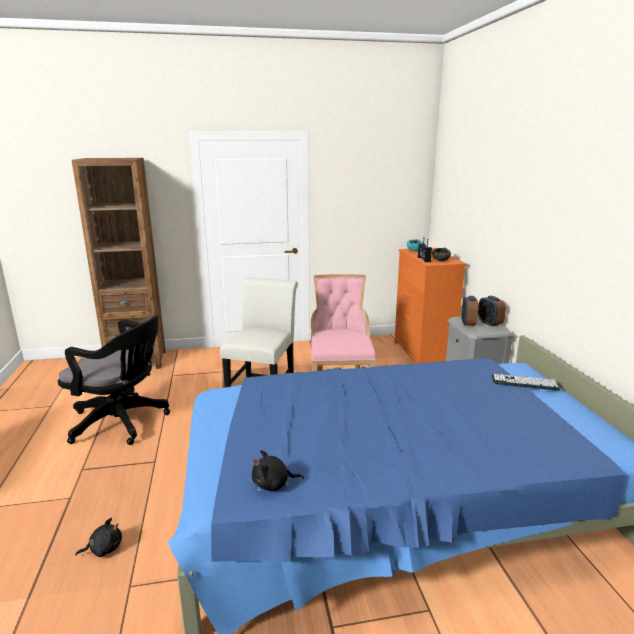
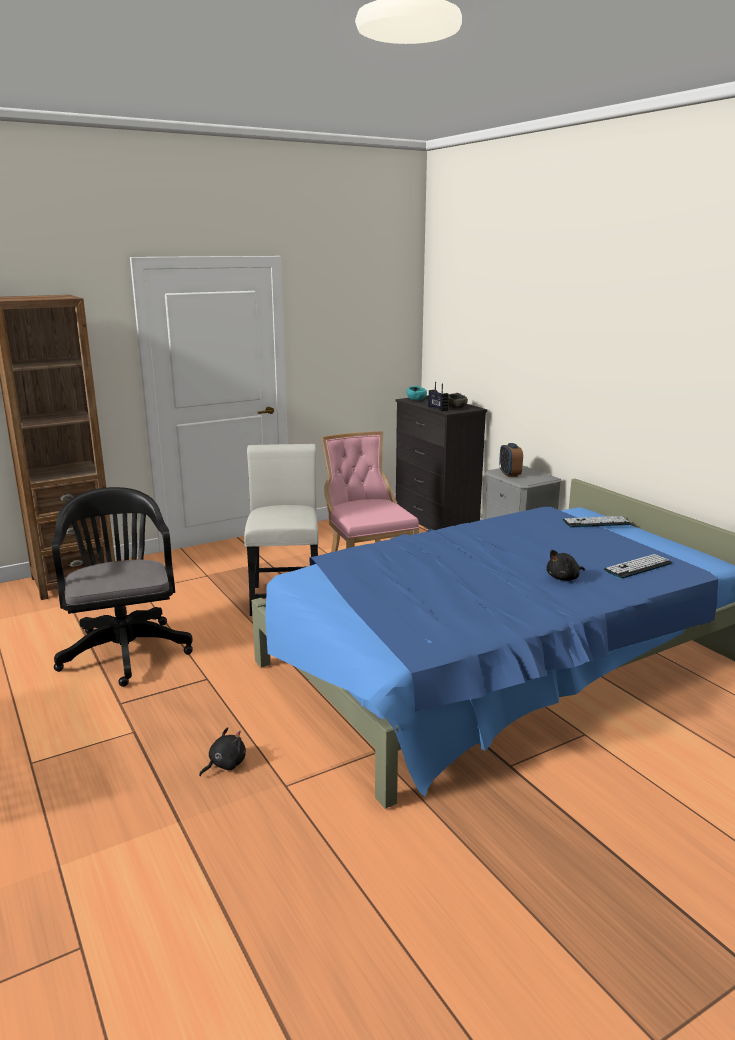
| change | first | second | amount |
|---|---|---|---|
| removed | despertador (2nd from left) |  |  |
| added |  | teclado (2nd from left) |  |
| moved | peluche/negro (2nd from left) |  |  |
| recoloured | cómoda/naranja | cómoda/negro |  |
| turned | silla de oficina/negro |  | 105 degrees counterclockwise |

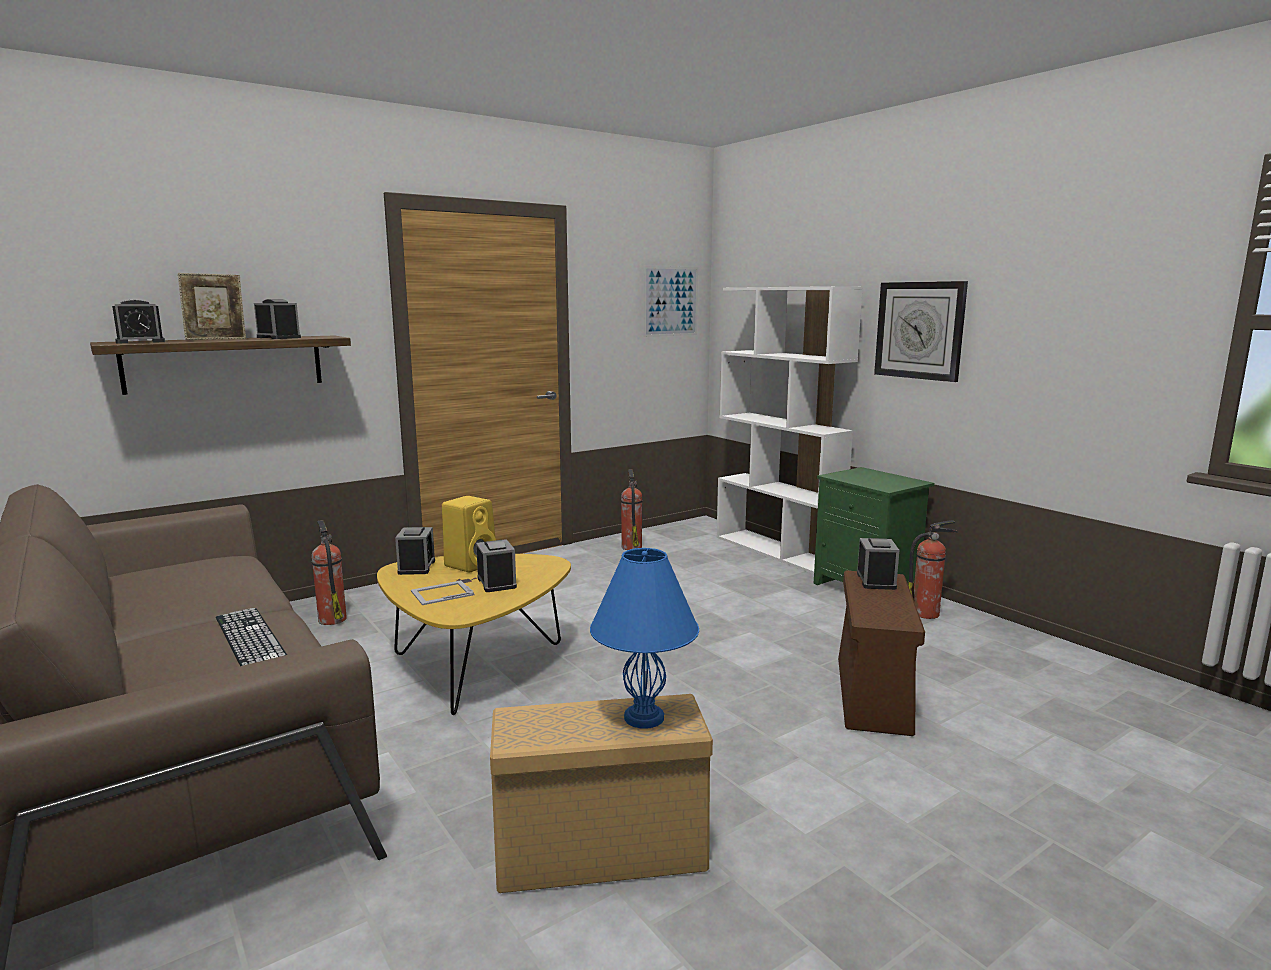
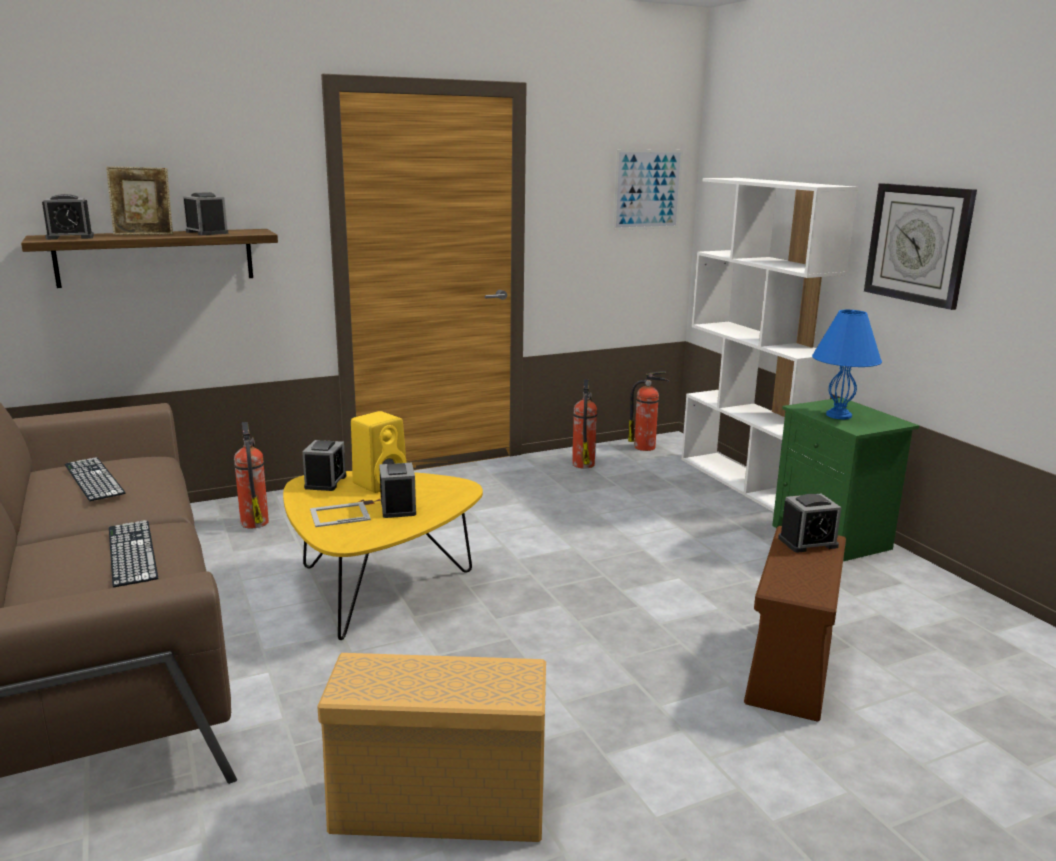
| change | first | second | amount |
|---|---|---|---|
| added |  | teclado (1st from left) |  |
| moved | lámpara de mesa/azul |  |  |
| moved | extintor (3rd from left) |  |  |
| turned | despertador (5th from left) |  | 60 degrees clockwise |

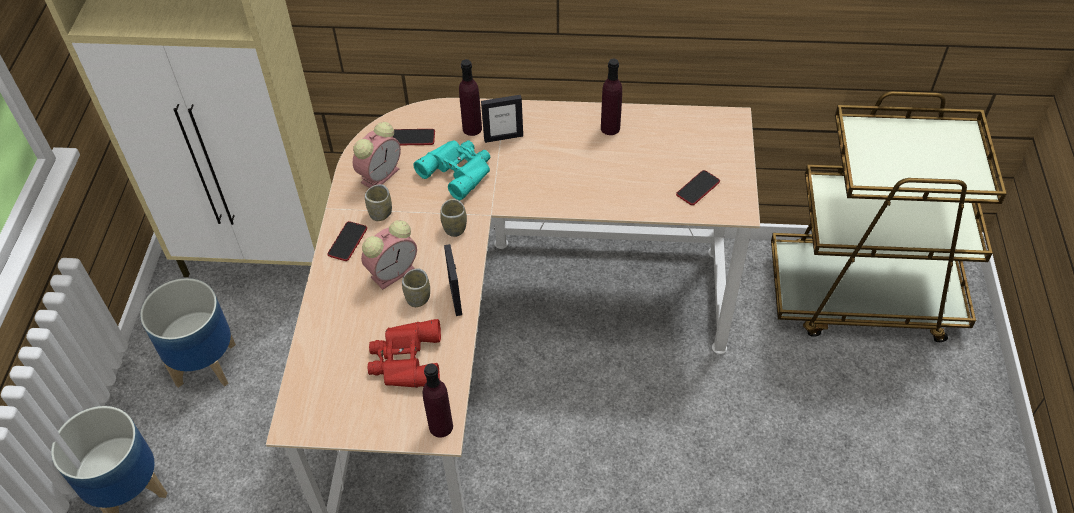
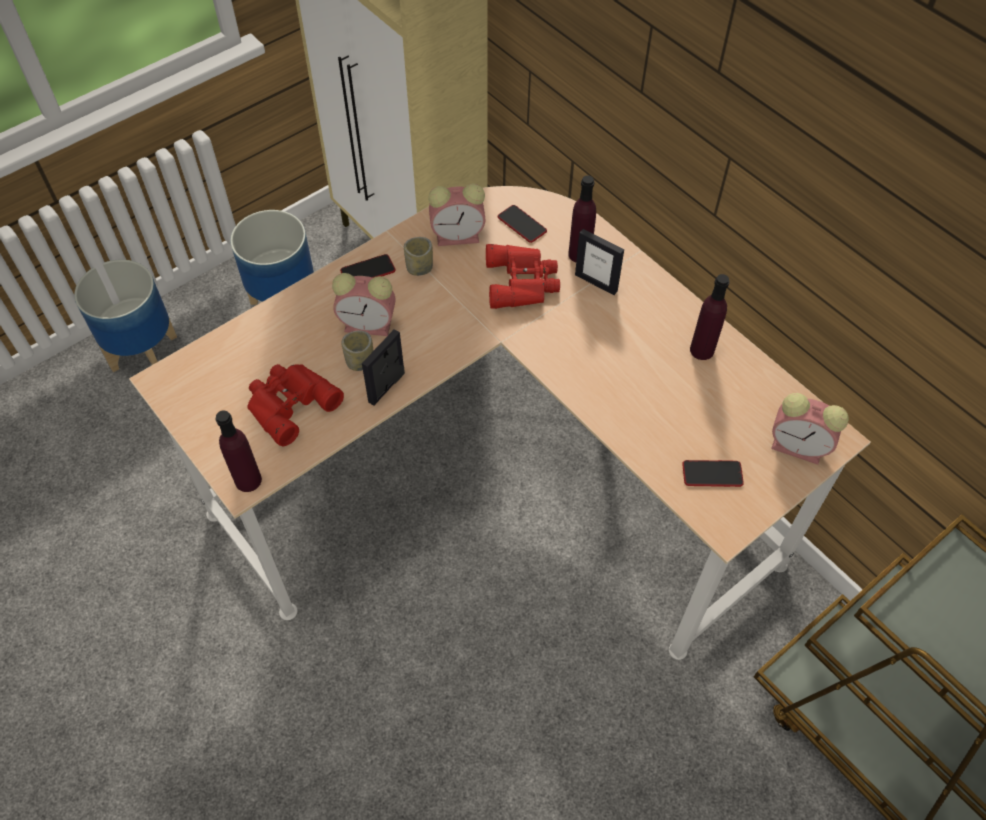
| change | first | second | amount |
|---|---|---|---|
| removed | taza (3rd from left) |  |  |
| added |  | despertador (3rd from left) |  |
| recoloured | prismáticos/turquesa | prismáticos/rojo (2nd from left) |  |

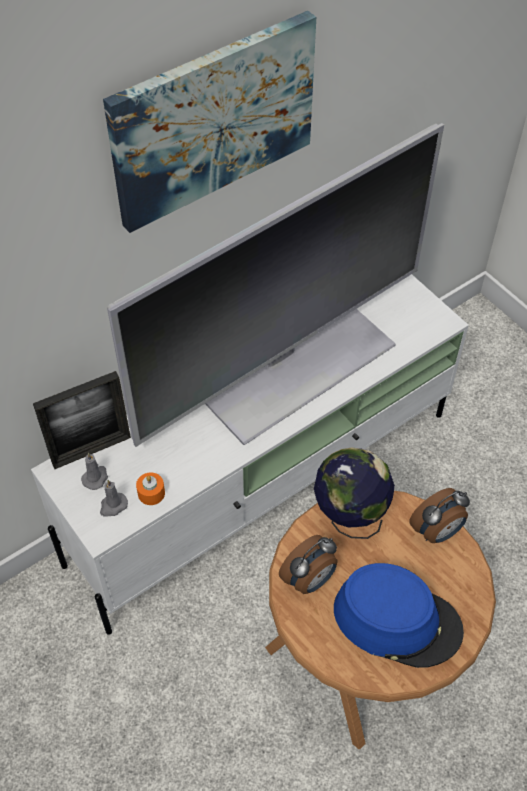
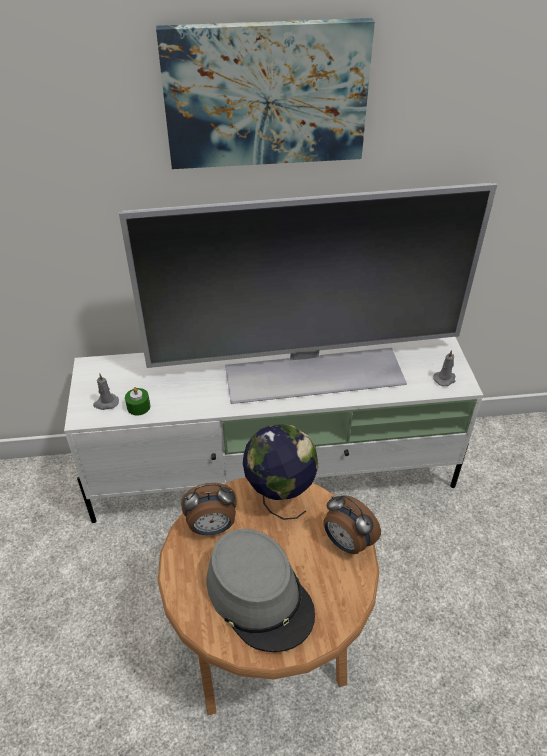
| change | first | second | amount |
|---|---|---|---|
| removed | portarretratos |  |  |
| moved | vela/gris (1st from left in the first image) | vela/gris (2nd from left) |  |
| recoloured | vela/naranja | vela/verde |  |
| recoloured | sombrero/azul | sombrero/gris |  |
| turned | despertador (2nd from left) |  | 45 degrees clockwise |

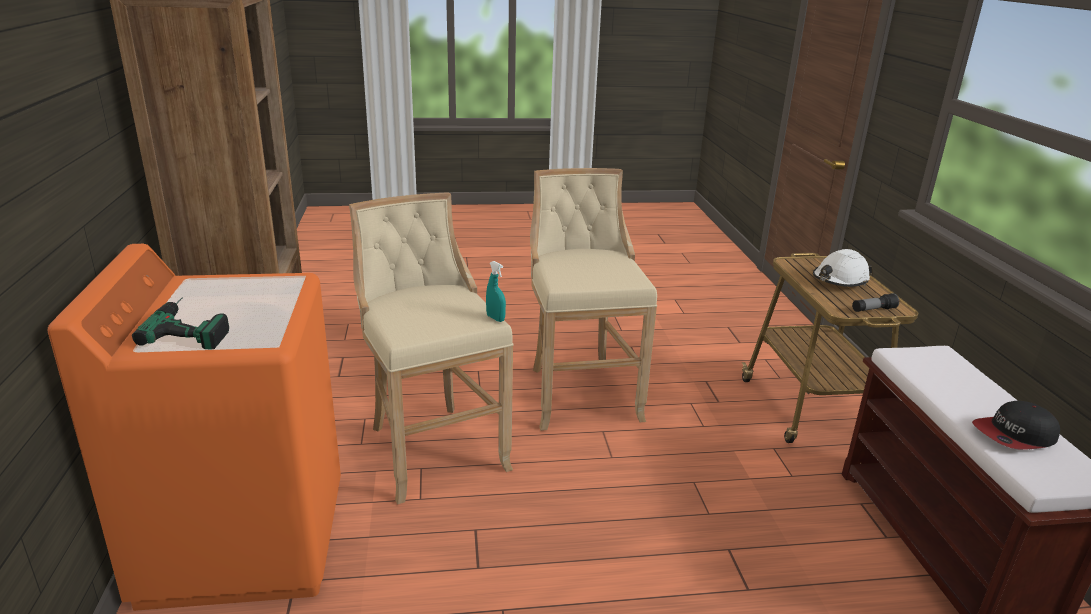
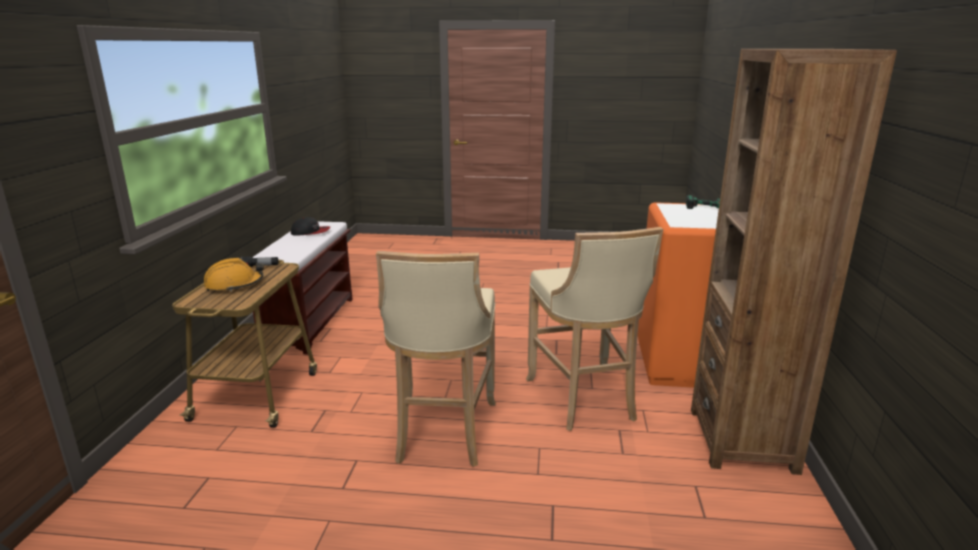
| change | first | second | amount |
|---|---|---|---|
| removed | pulverizador/turquesa |  |  |
| recoloured | casco/blanco | casco/naranja |  |

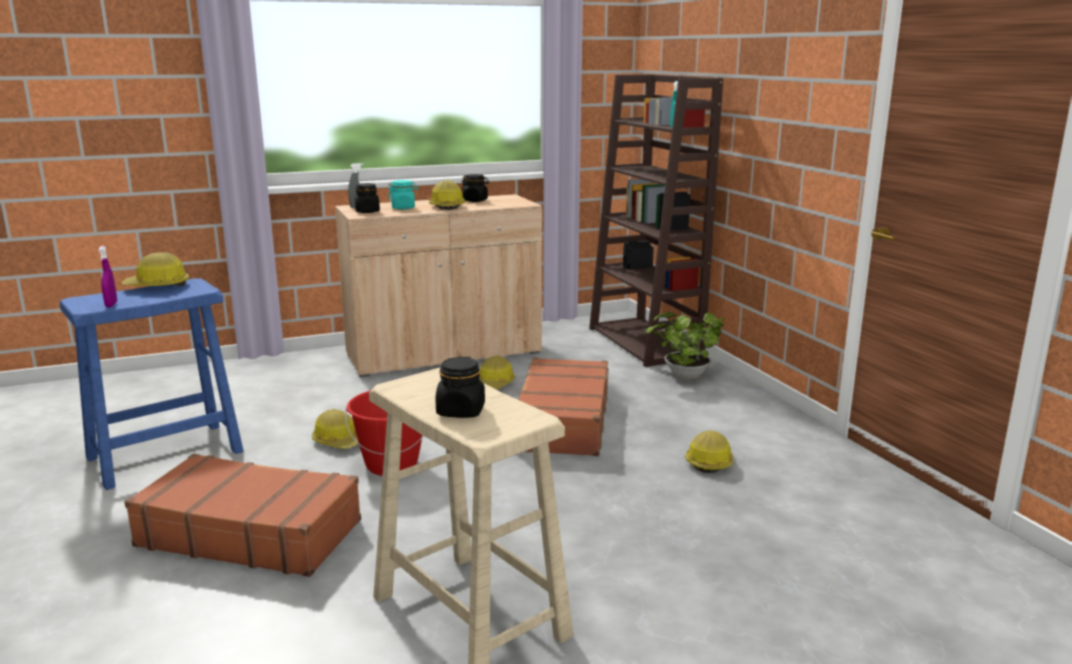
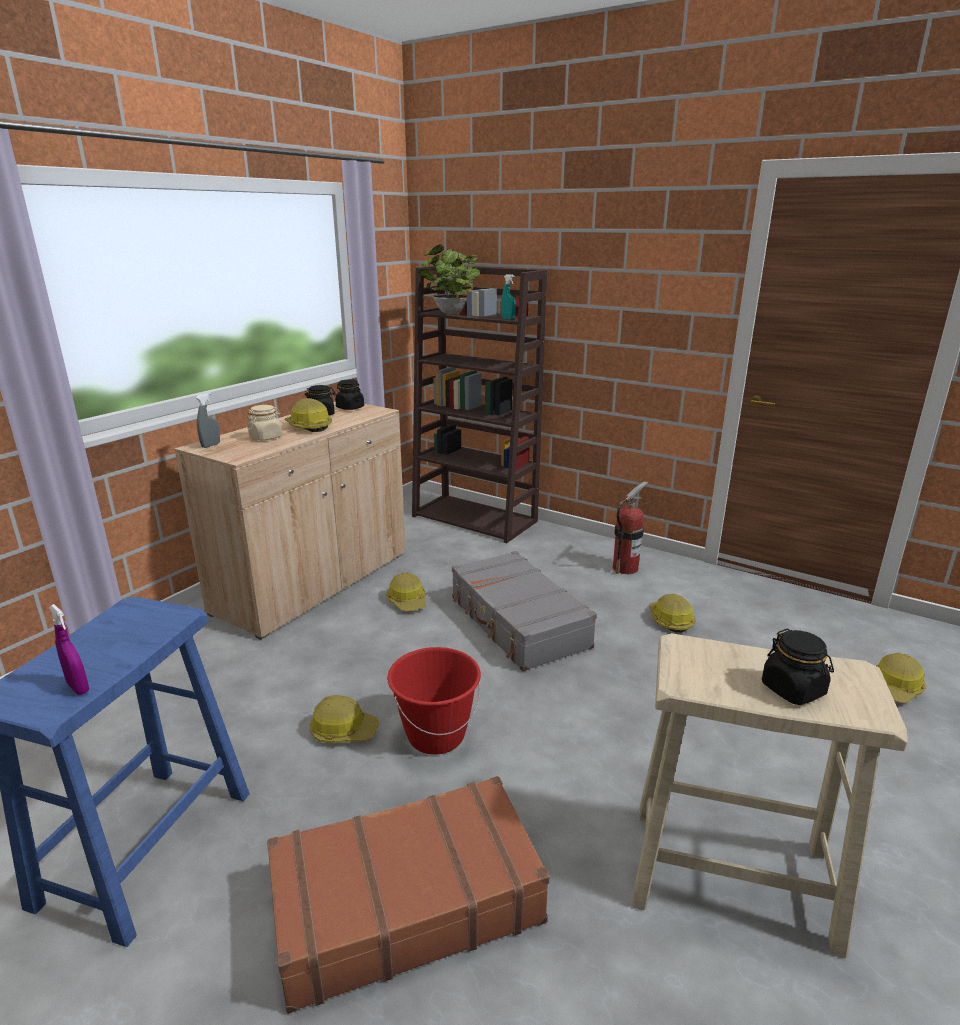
| change | first | second | amount |
|---|---|---|---|
| added |  | extintor |  |
| moved | casco (1st from left in the first image) | casco (5th from left) |  |
| moved | tarro/negro (1st from left in the first image) | tarro/negro (2nd from left) |  |
| moved | planta en maceta |  |  |
| recoloured | tarro/turquesa | tarro/beis |  |
| recoloured | maleta/marrón (2nd from left) | maleta/gris |  |

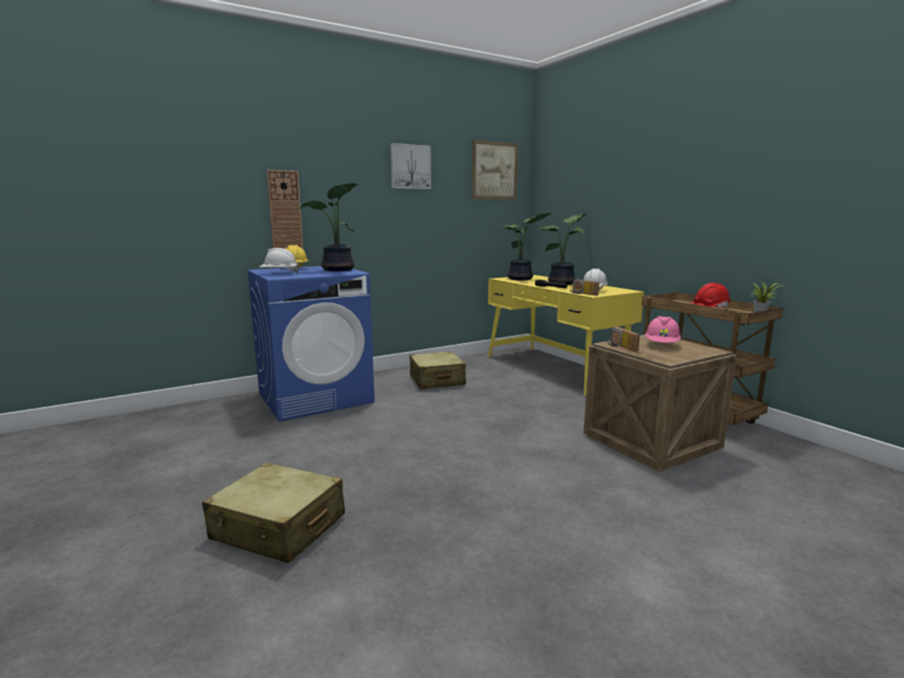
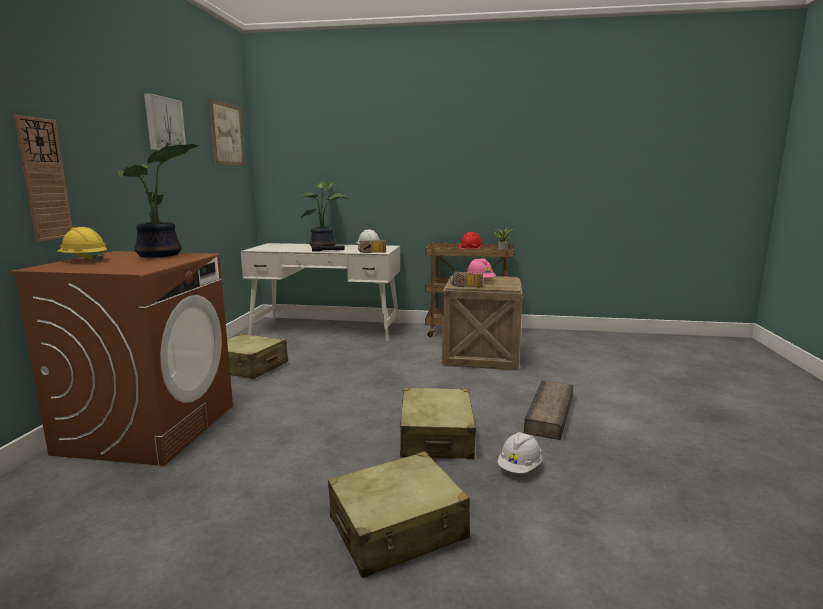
| change | first | second | amount |
|---|---|---|---|
| removed | planta en maceta (2nd from left) |  |  |
| added |  | maleta/beis (3rd from left) |  |
| added |  | caja de embalaje (2nd from left) |  |
| moved | casco/blanco (1st from left in the first image) | casco/blanco (2nd from left) |  |
| recoloured | lavadora/azul | lavadora/marrón |  |
| recoloured | escritorio/amarillo | escritorio/blanco |  |

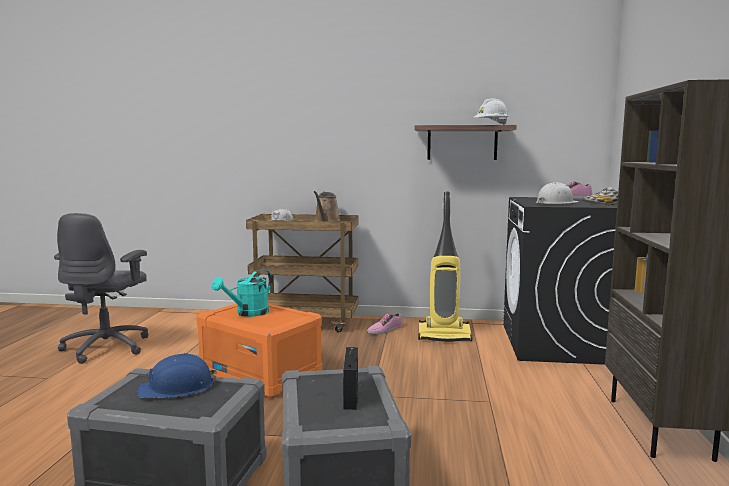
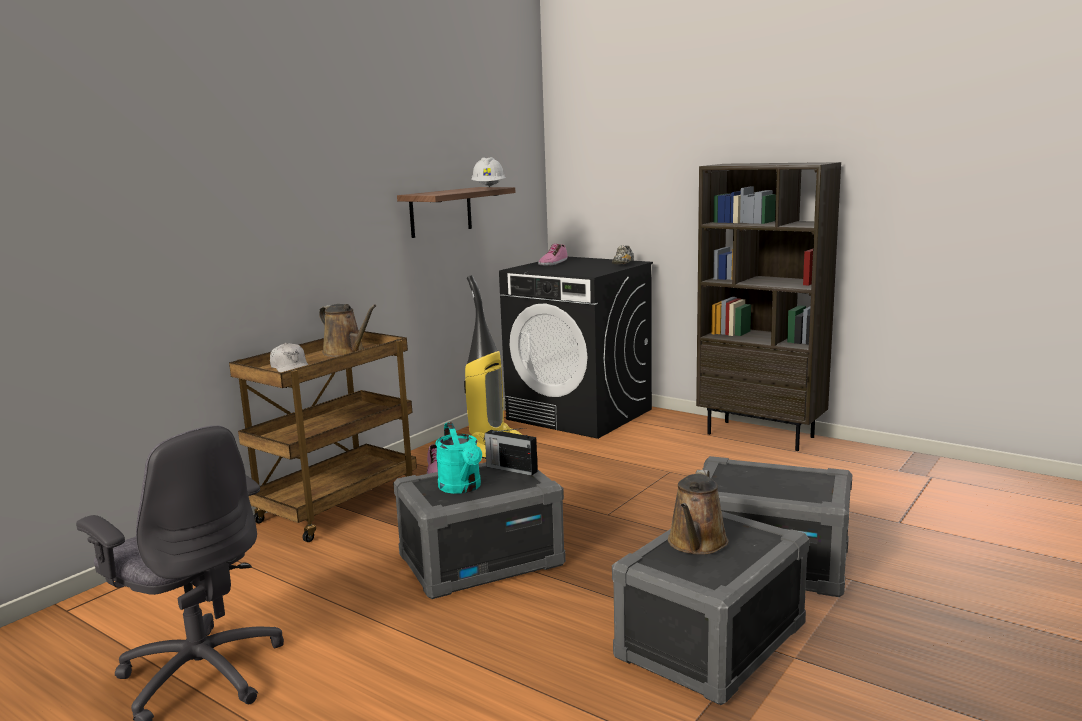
| change | first | second | amount |
|---|---|---|---|
| removed | casco/blanco (2nd from left) |  |  |
| moved | radio |  |  |
| replaced | casco/azul | regadera/marrón (2nd from left) |  |
| recoloured | caja de almacenaje/naranja | caja de almacenaje/gris (1st from left) |  |

